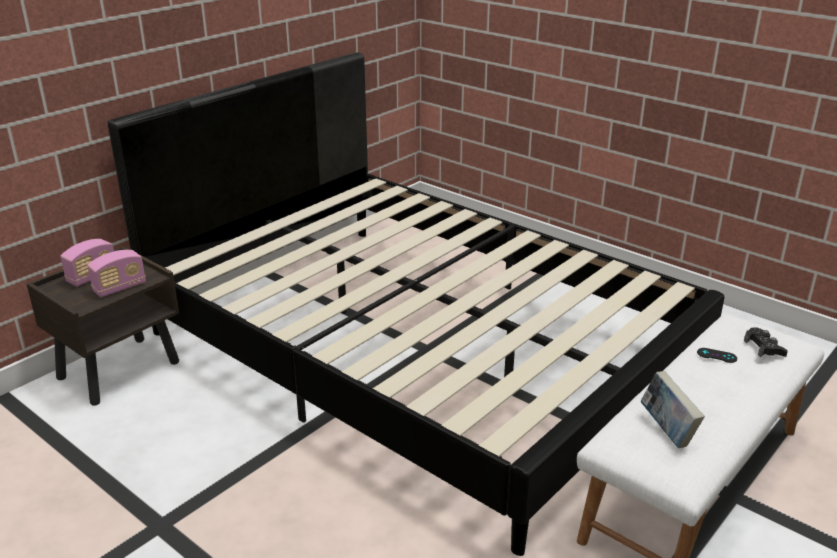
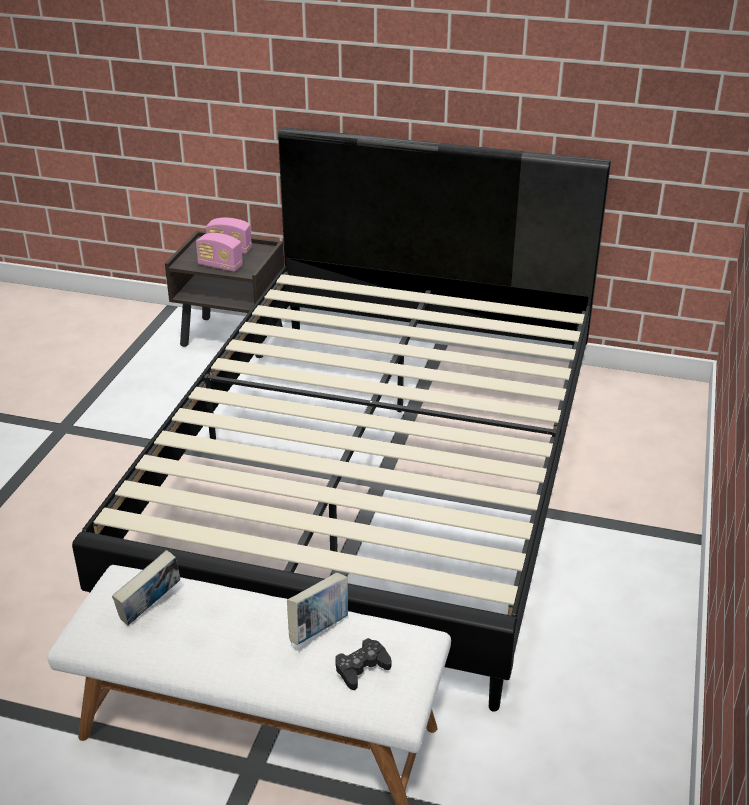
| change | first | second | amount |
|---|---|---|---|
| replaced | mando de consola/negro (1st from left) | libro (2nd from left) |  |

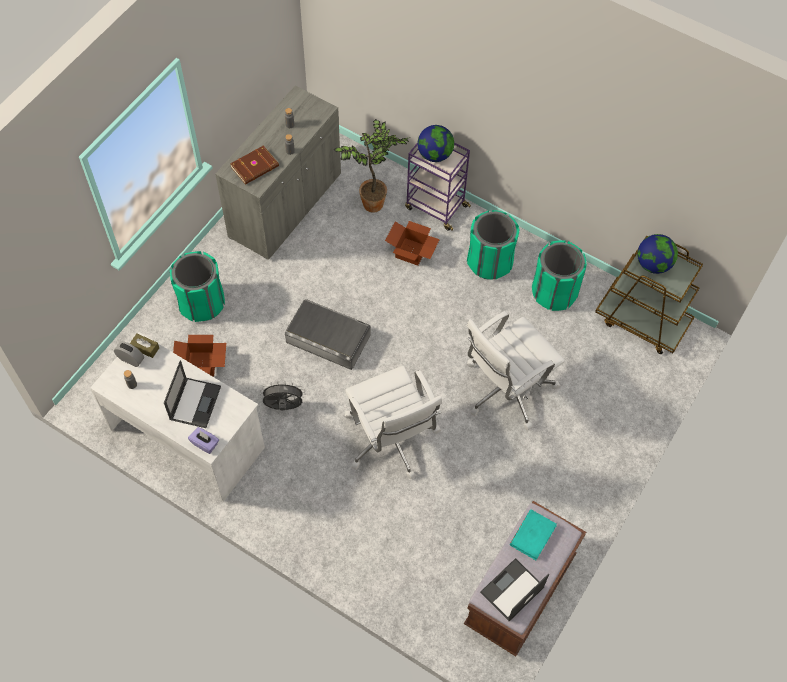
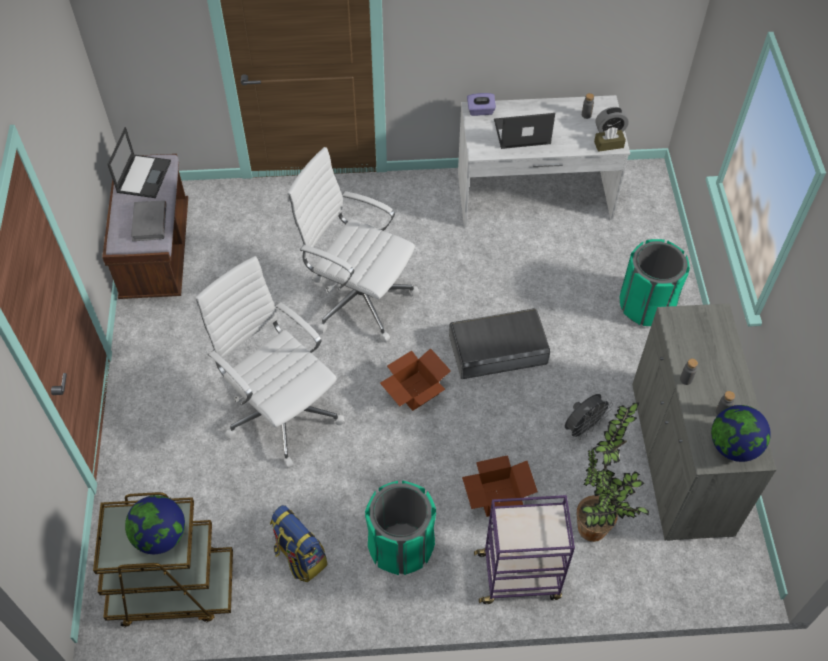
| change | first | second | amount |
|---|---|---|---|
| removed | libro/marrón |  |  |
| moved | caja de cartón (1st from left) |  |  |
| moved | ventilador/gris |  |  |
| moved | globo terráqueo (1st from left in the first image) | globo terráqueo (2nd from left) |  |
| replaced | papelera/verde (3rd from left) | mochila |  |
| recoloured | libro/turquesa | libro/gris |  |
| turned | portátil (1st from left in the first image) | portátil (2nd from left) | 105 degrees clockwise |
| turned | silla de oficina/blanco (2nd from left in the first image) | silla de oficina/blanco (1st from left) | 60 degrees counterclockwise |

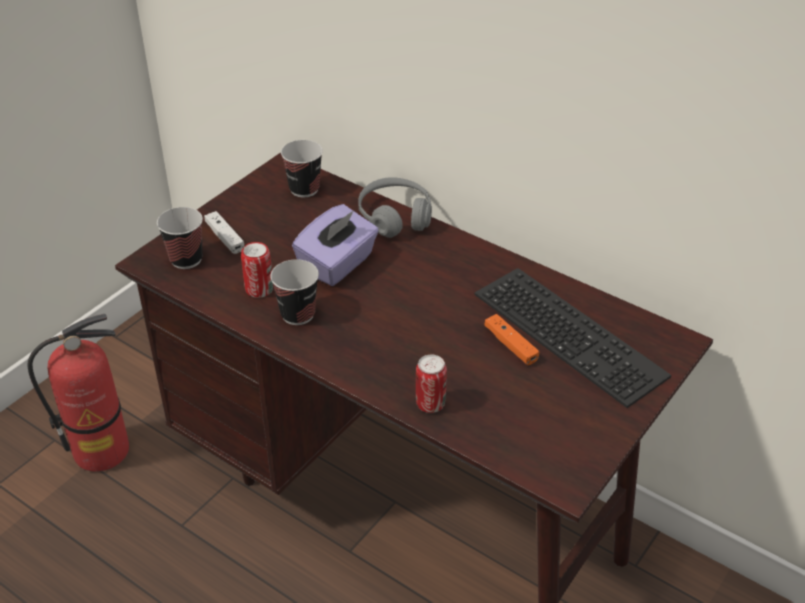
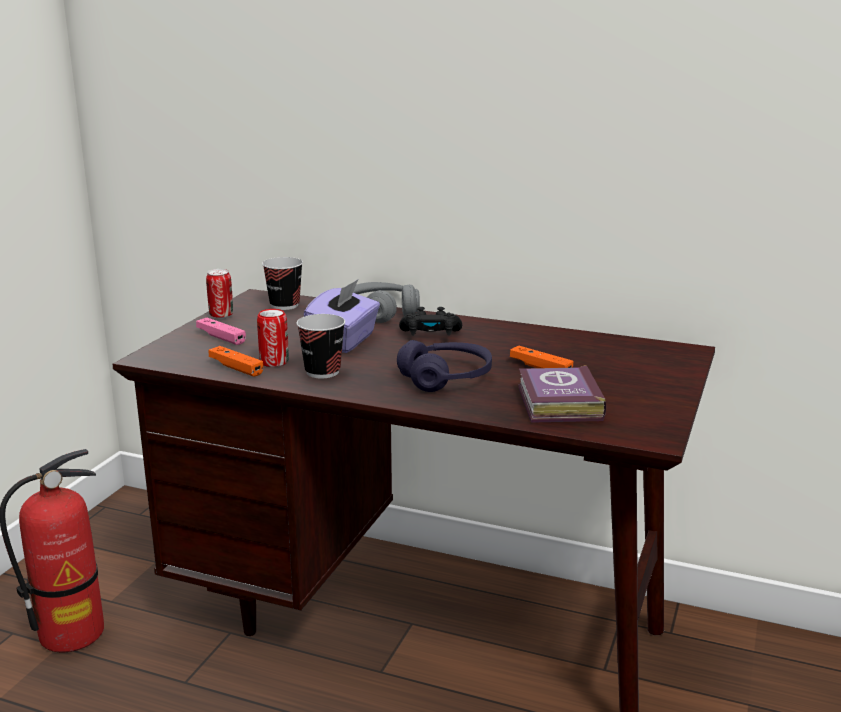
| change | first | second | amount |
|---|---|---|---|
| removed | taza (1st from left) |  |  |
| removed | teclado |  |  |
| added |  | mando de consola/naranja (1st from left) |  |
| added |  | auriculares/morado |  |
| added |  | mando de consola/negro |  |
| added |  | libro |  |
| moved | lata (2nd from left in the first image) | lata (1st from left) |  |
| recoloured | mando de consola/blanco | mando de consola/rosa |  |

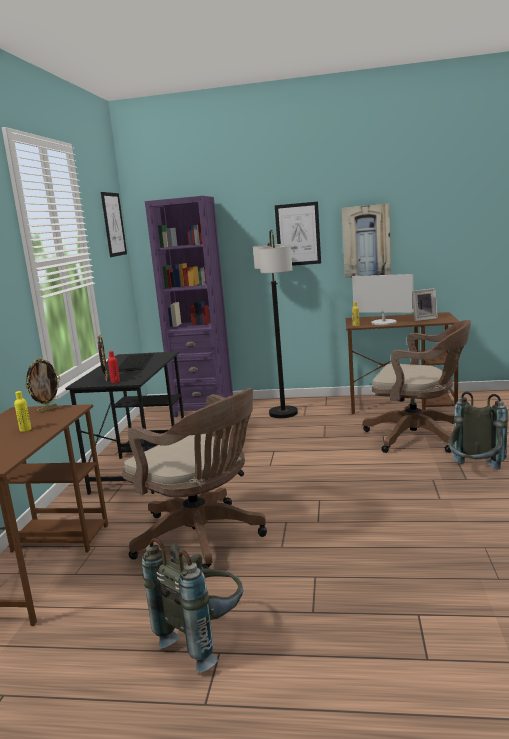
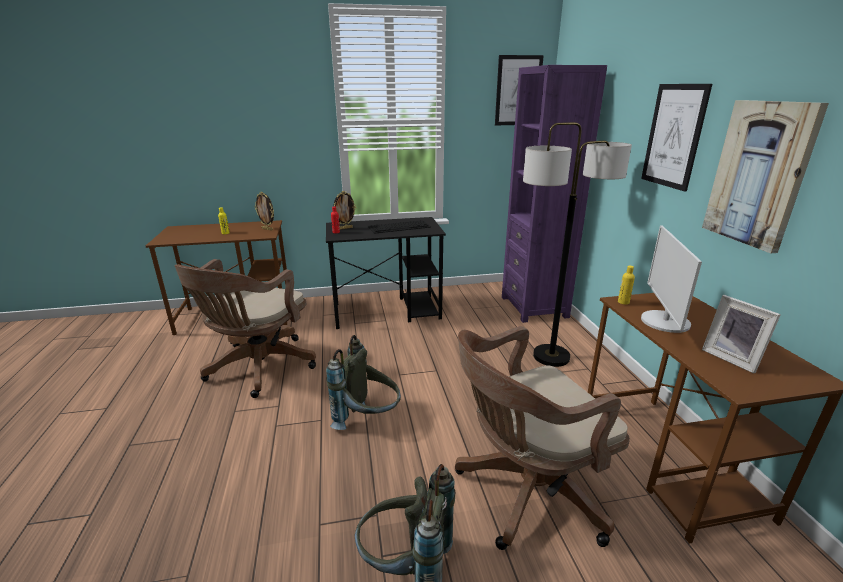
| change | first | second | amount |
|---|---|---|---|
| moved | mochila/gris (1st from left) |  |  |
| turned | silla de oficina/marrón (2nd from left) |  | 60 degrees clockwise |

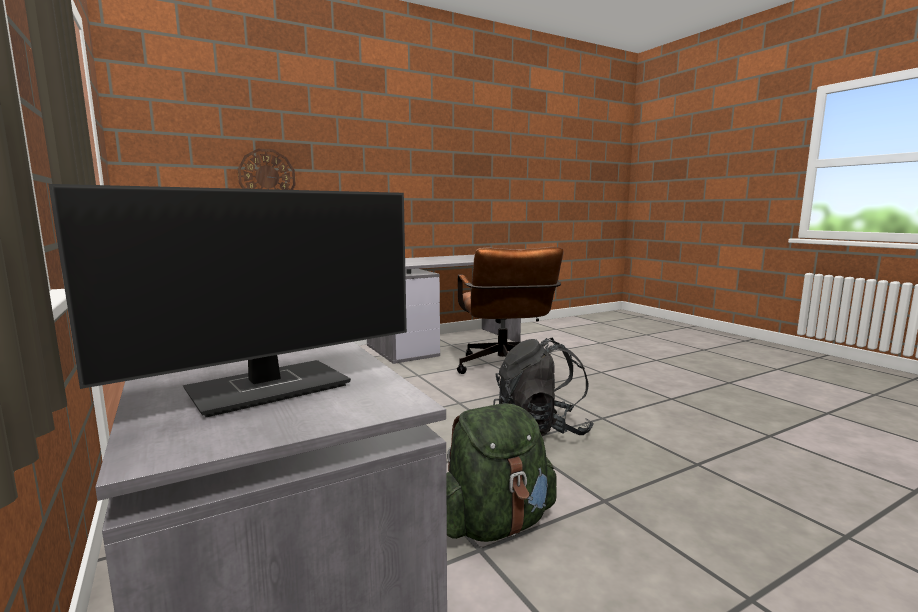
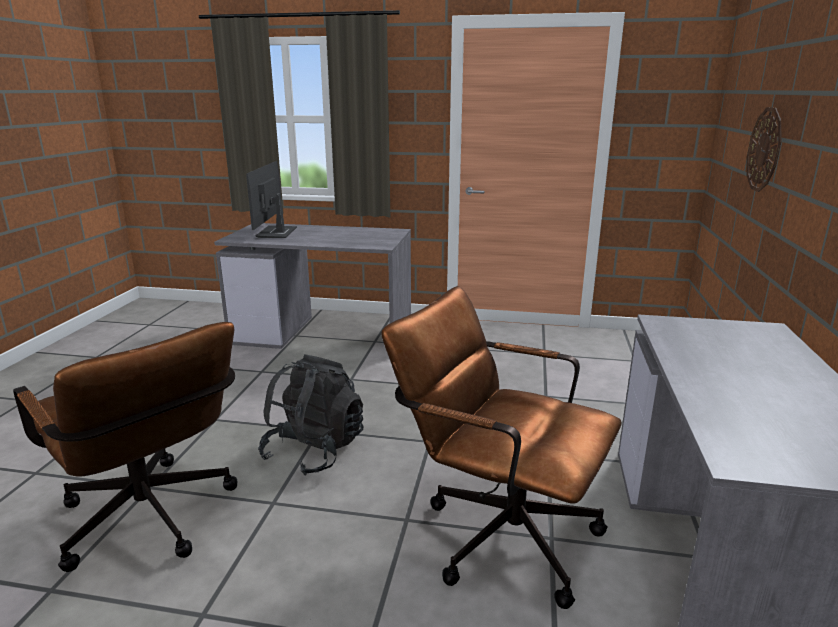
| change | first | second | amount |
|---|---|---|---|
| removed | mochila/verde |  |  |
| added |  | silla de oficina/marrón (1st from left) |  |

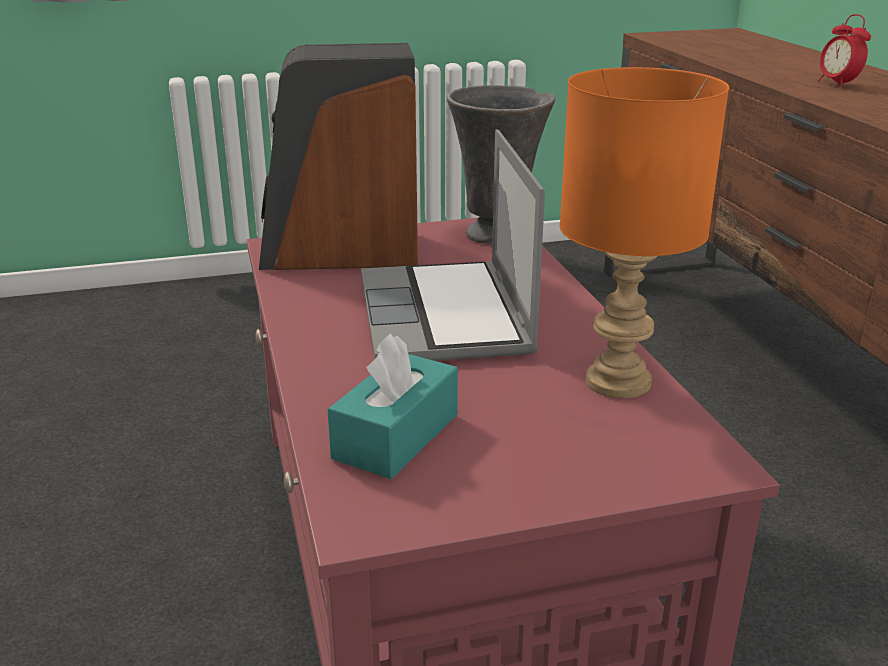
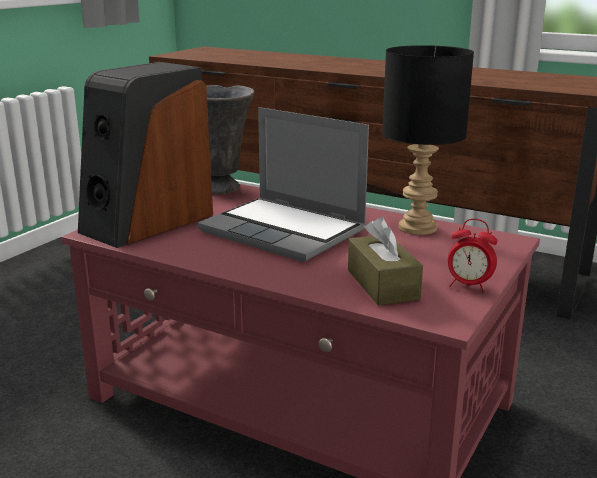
| change | first | second | amount |
|---|---|---|---|
| moved | despertador |  |  |
| recoloured | caja de pañuelos/turquesa | caja de pañuelos/marrón |  |
| recoloured | lámpara de mesa/naranja | lámpara de mesa/negro |  |

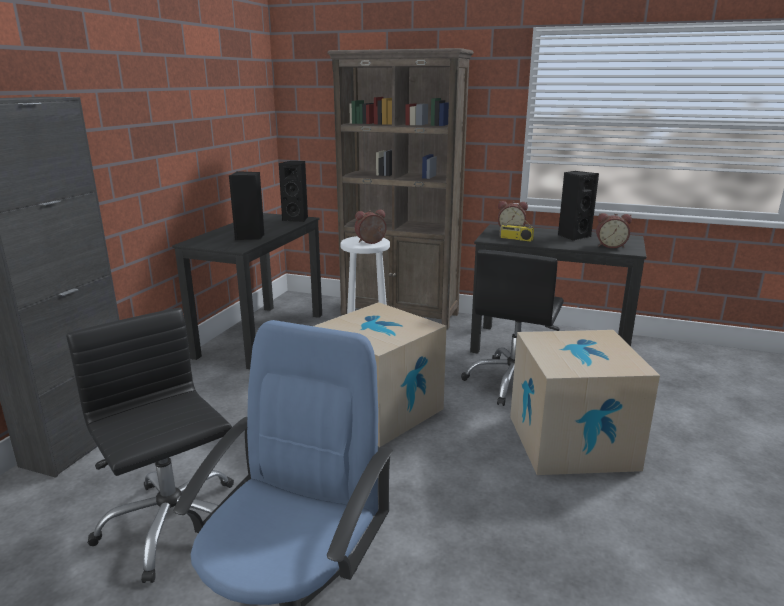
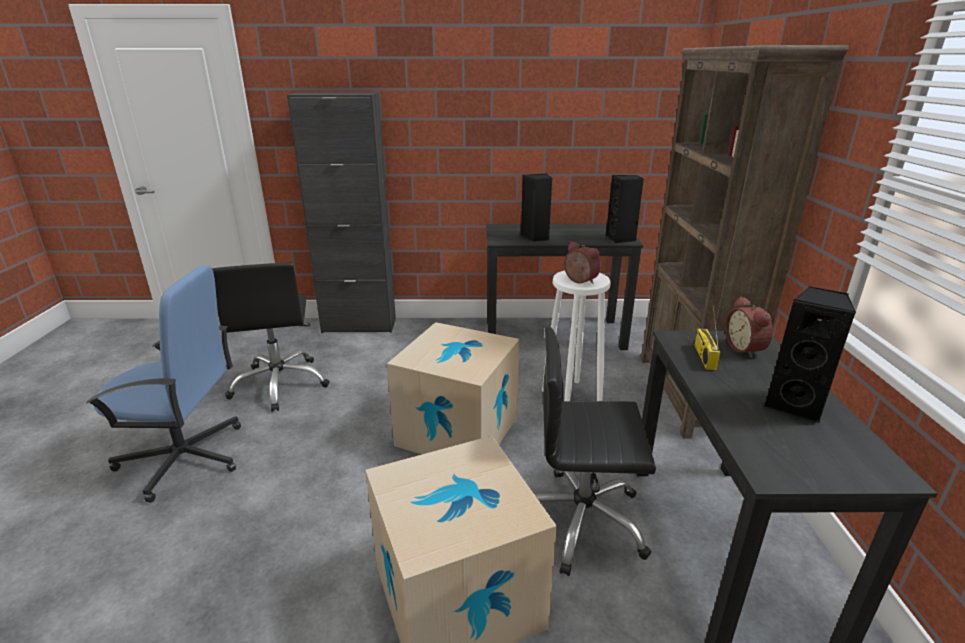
| change | first | second | amount |
|---|---|---|---|
| removed | despertador (3rd from left) |  |  |
| turned | silla de oficina/negro (1st from left) |  | 135 degrees clockwise |

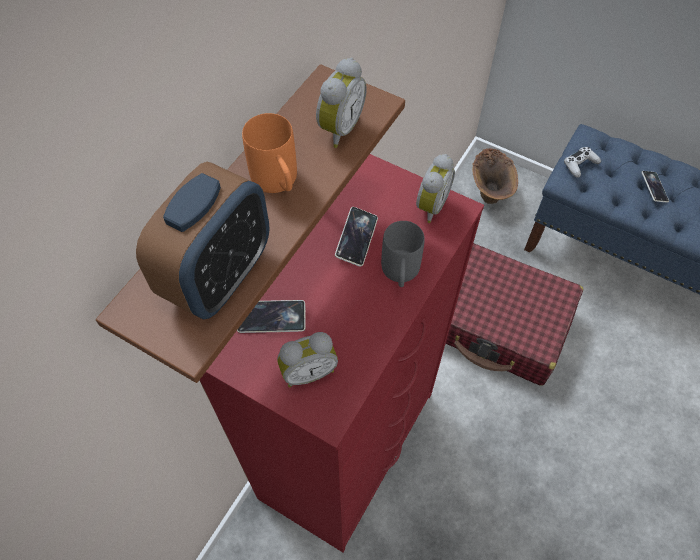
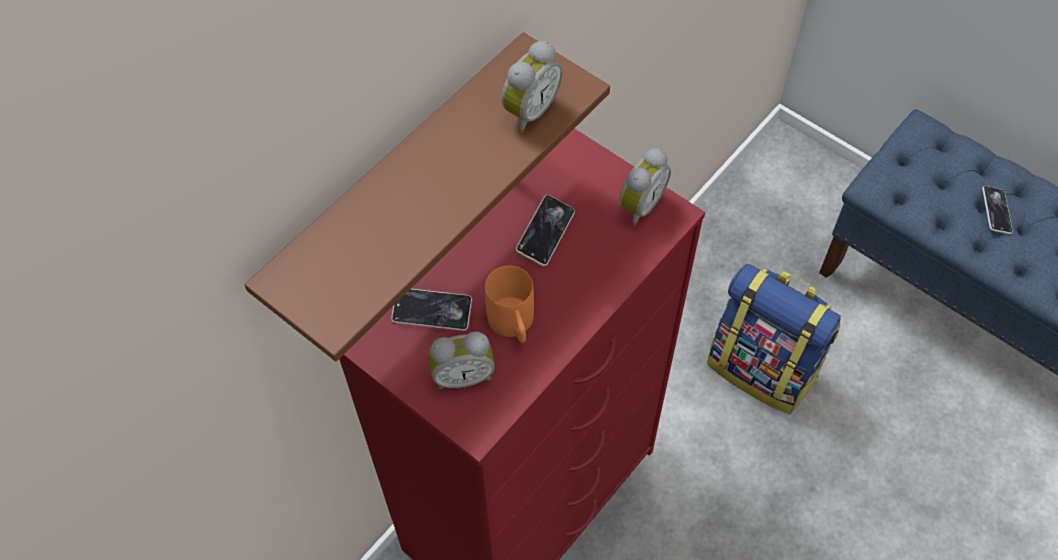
| change | first | second | amount |
|---|---|---|---|
| removed | despertador (1st from left) |  |  |
| removed | taza grande/gris |  |  |
| removed | florero/marrón |  |  |
| removed | mando de consola/blanco |  |  |
| moved | taza grande/naranja |  |  |
| replaced | maleta/rojo | mochila |  |

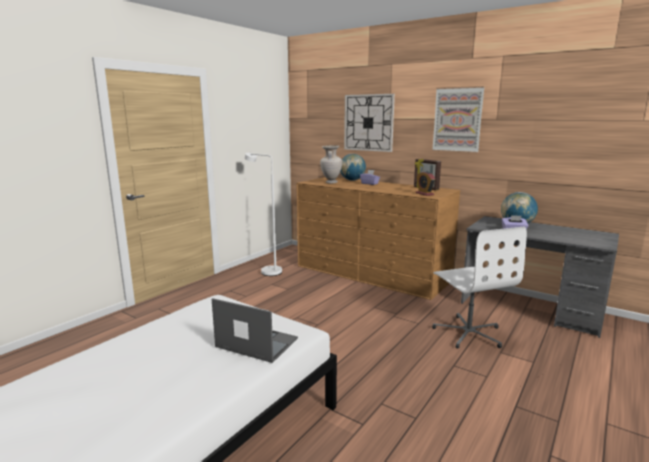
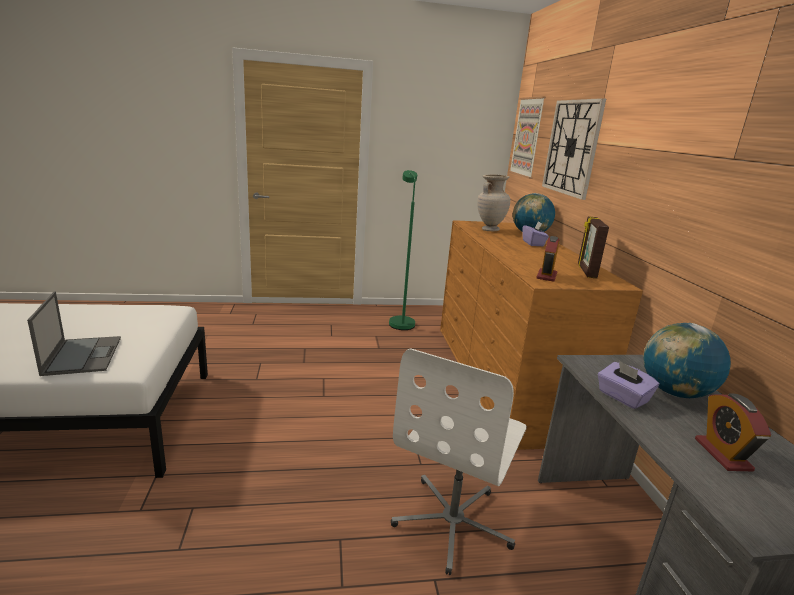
| change | first | second | amount |
|---|---|---|---|
| added |  | despertador (2nd from left) |  |
| moved | cuadro |  |  |
| recoloured | lámpara de pie/blanco | lámpara de pie/verde |  |

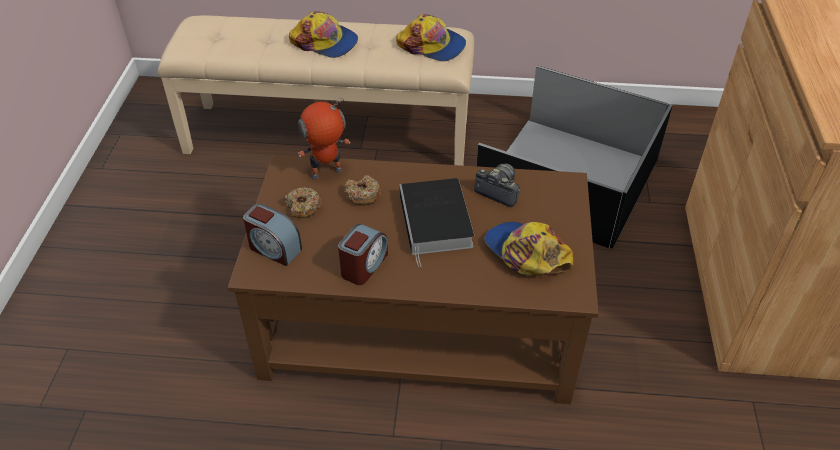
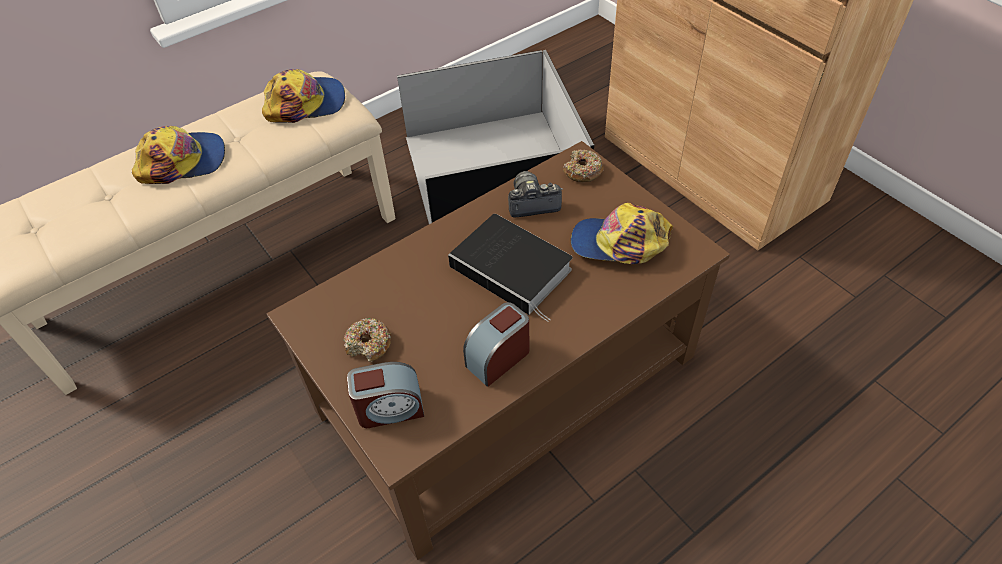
| change | first | second | amount |
|---|---|---|---|
| removed | robot de juguete |  |  |
| moved | rosquilla (2nd from left) |  |  |
| turned | despertador (2nd from left) |  | 120 degrees counterclockwise |

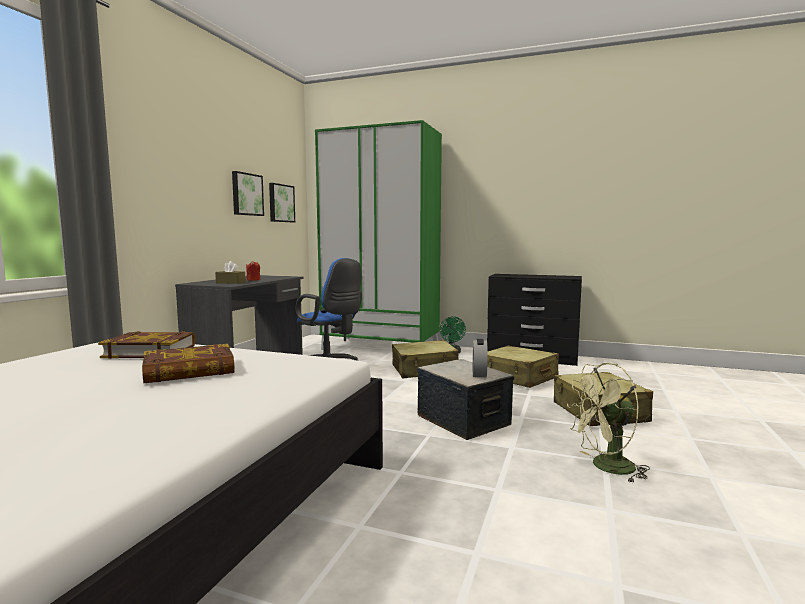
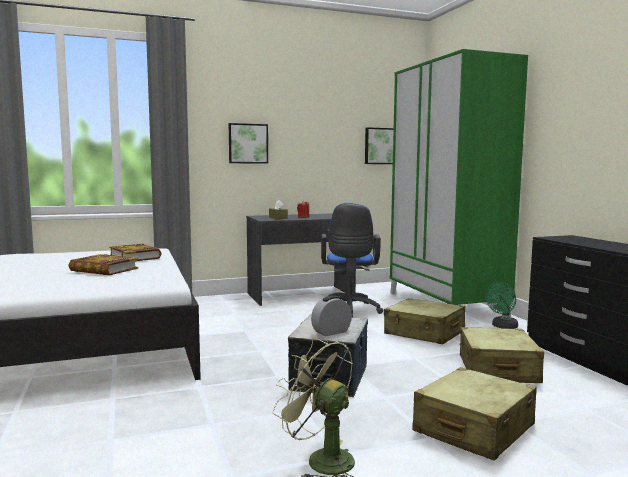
| change | first | second | amount |
|---|---|---|---|
| moved | cuadro (1st from left) |  |  |

